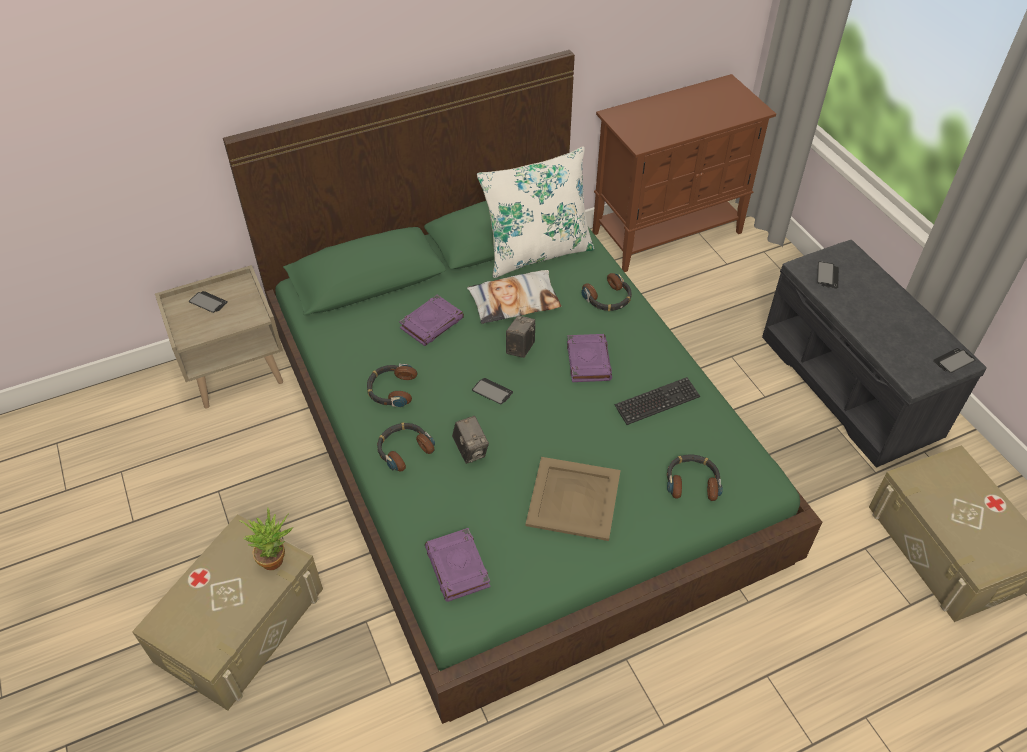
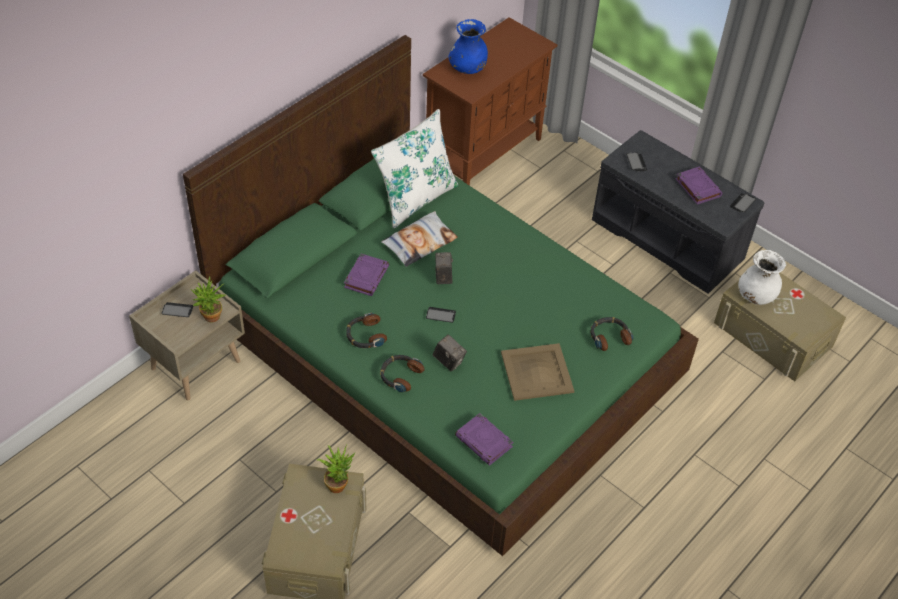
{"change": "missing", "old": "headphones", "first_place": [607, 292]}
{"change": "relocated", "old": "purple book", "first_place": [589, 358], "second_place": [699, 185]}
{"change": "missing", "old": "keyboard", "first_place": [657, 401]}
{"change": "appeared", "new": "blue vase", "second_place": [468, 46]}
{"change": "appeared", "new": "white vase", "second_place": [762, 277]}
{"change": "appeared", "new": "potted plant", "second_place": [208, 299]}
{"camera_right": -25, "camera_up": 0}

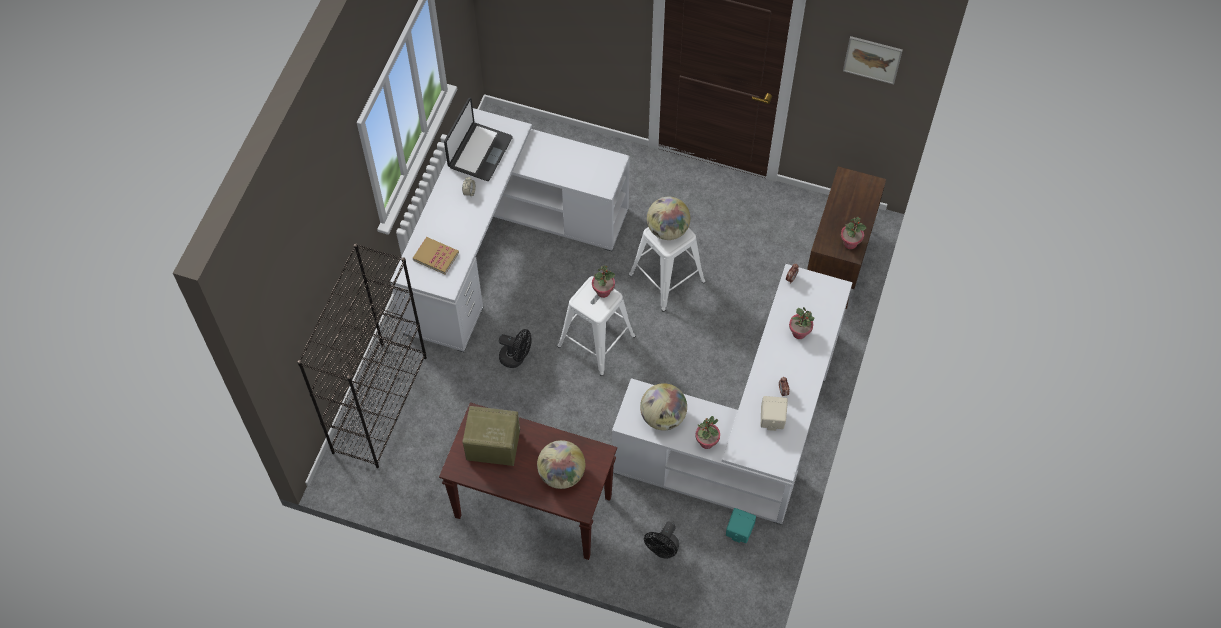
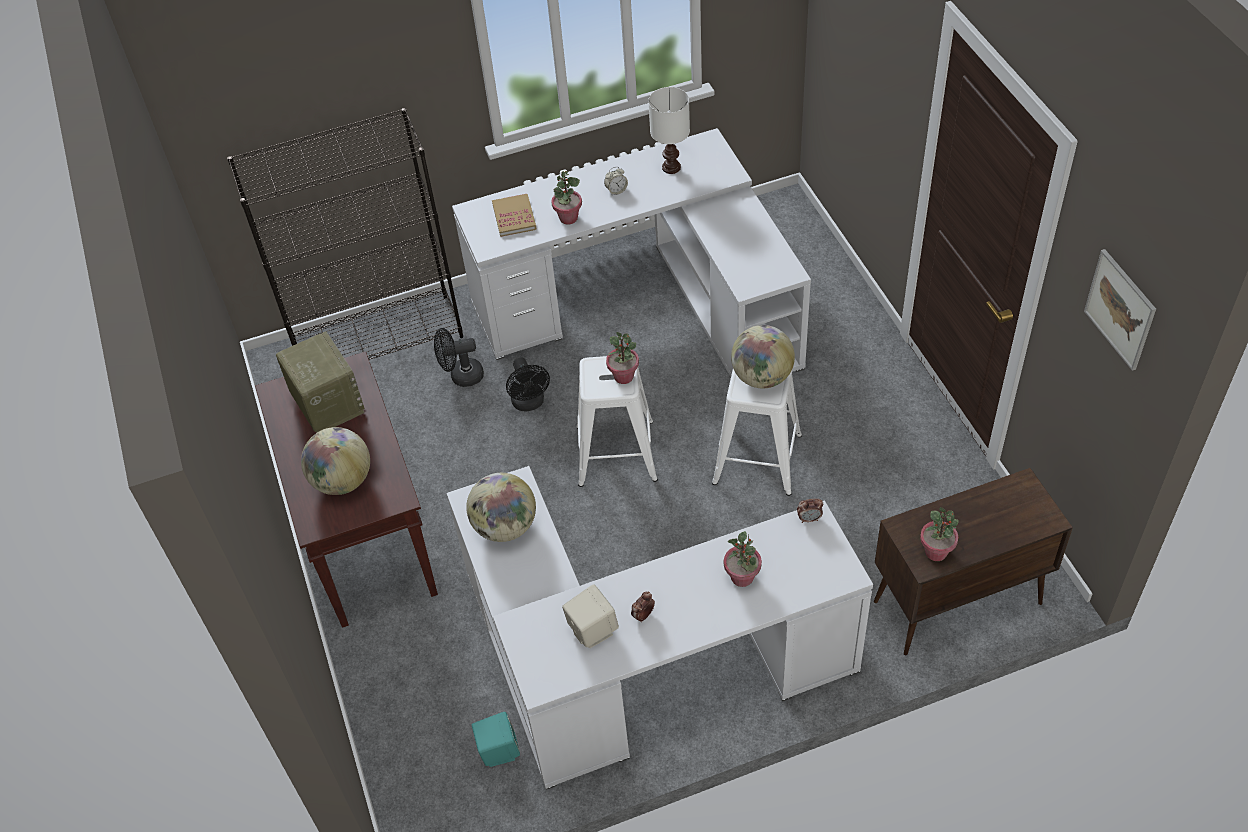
{"change": "exchanged", "old": "laptop", "new": "white table lamp", "first_place": [478, 139], "second_place": [669, 130]}
{"change": "relocated", "old": "potted plant", "first_place": [707, 432], "second_place": [566, 198]}
{"change": "relocated", "old": "black fan", "first_place": [661, 540], "second_place": [459, 357]}
{"camera_right": 55, "camera_up": -10}

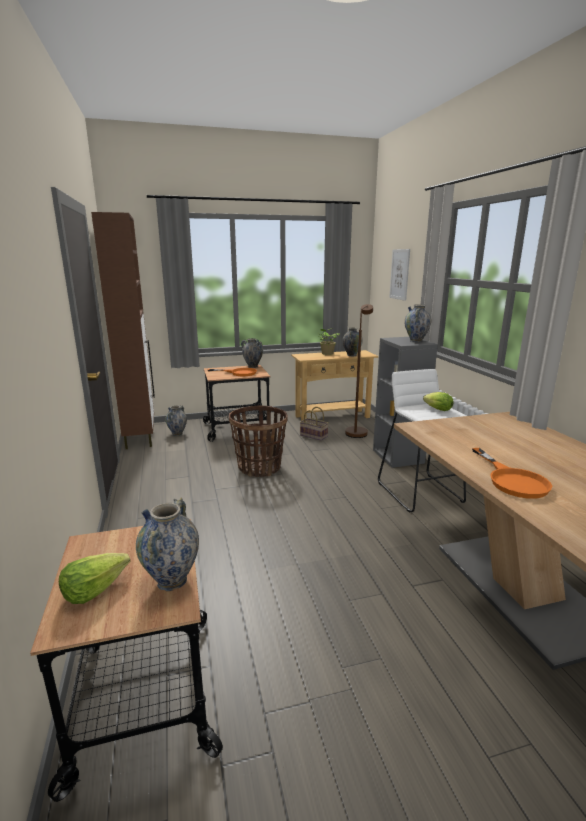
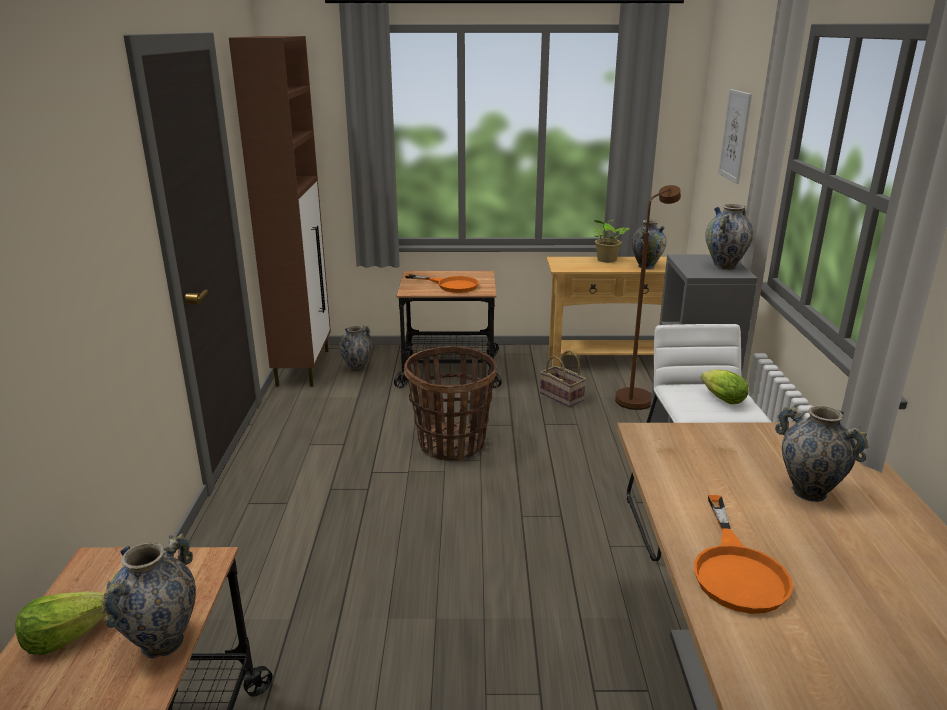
{"change": "relocated", "old": "vase", "first_place": [252, 353], "second_place": [822, 453]}
{"camera_right": 15, "camera_up": 5}

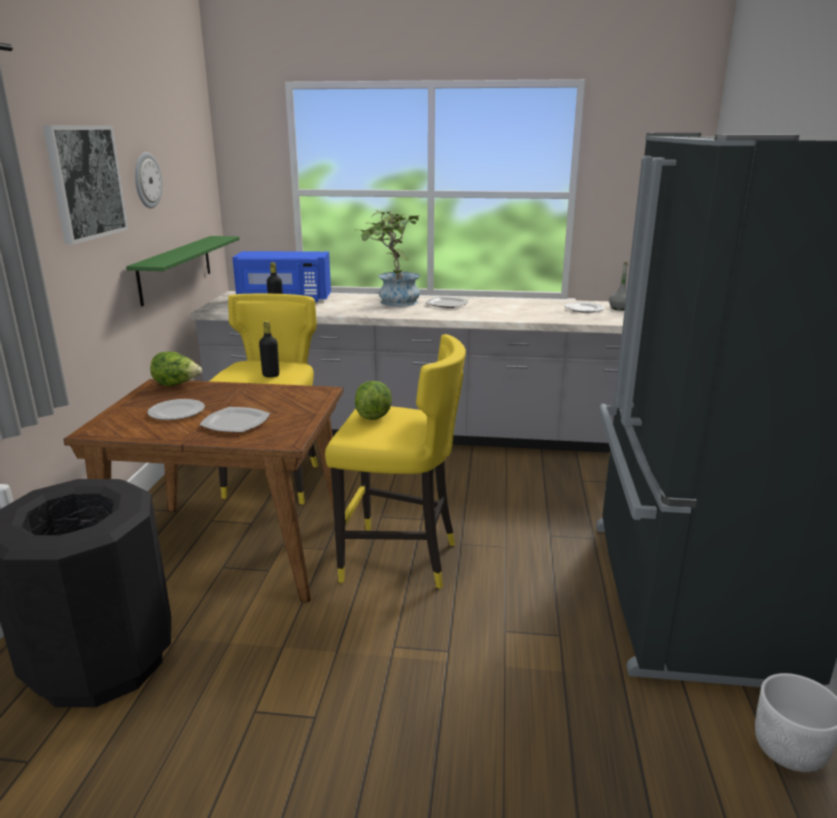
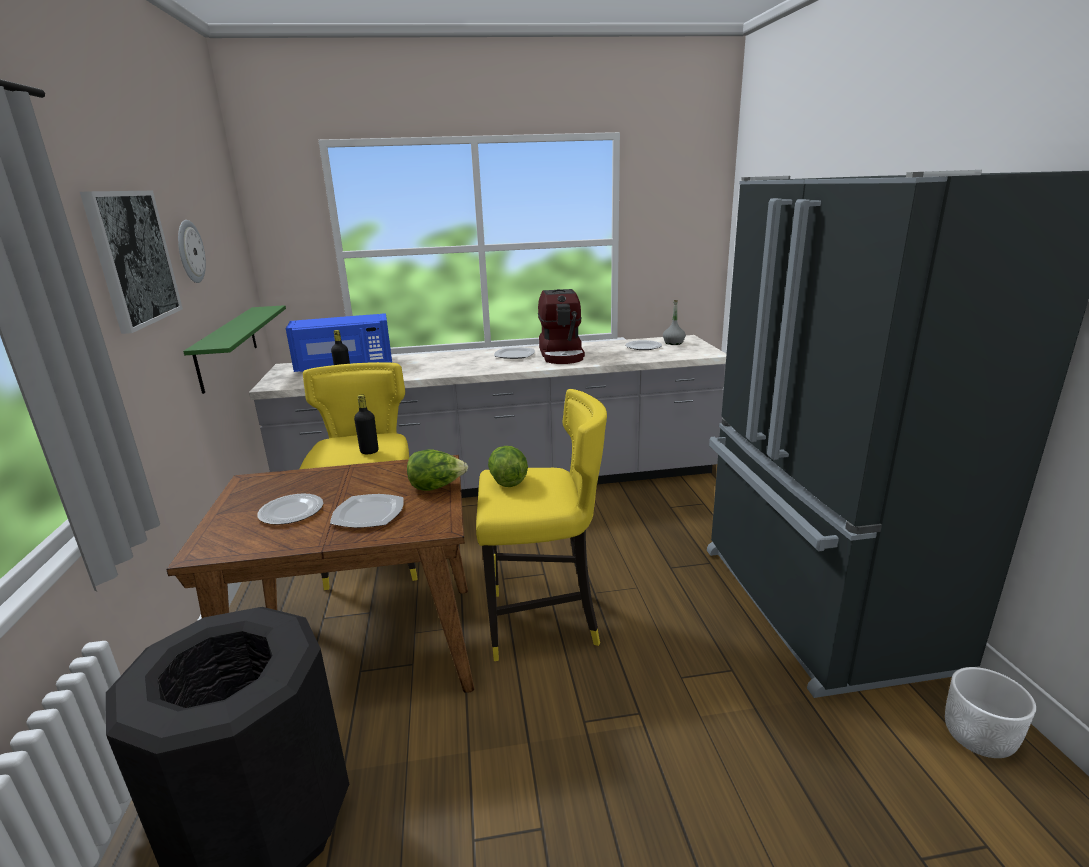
{"change": "missing", "old": "potted plant", "first_place": [387, 258]}
{"change": "relocated", "old": "lettuce", "first_place": [176, 368], "second_place": [437, 470]}
{"change": "appeared", "new": "coffee machine", "second_place": [561, 326]}
{"camera_right": -15, "camera_up": 0}

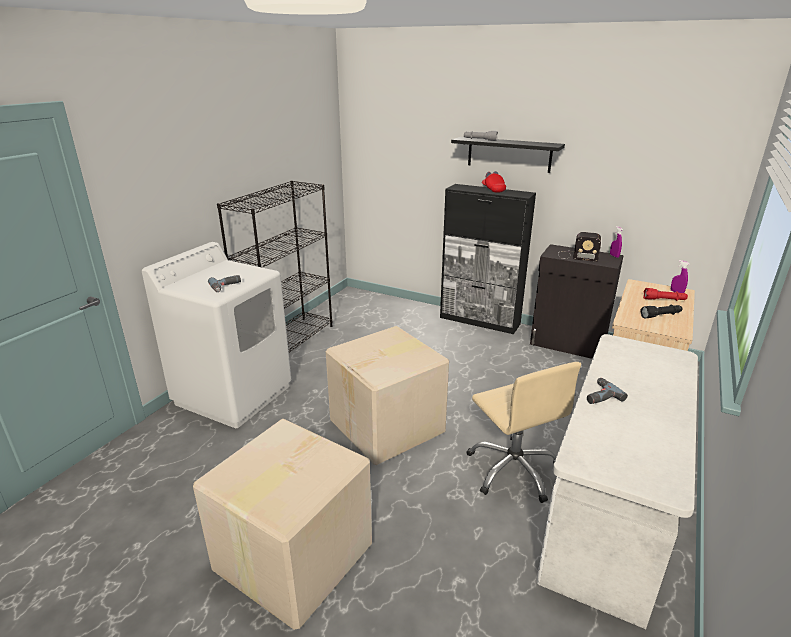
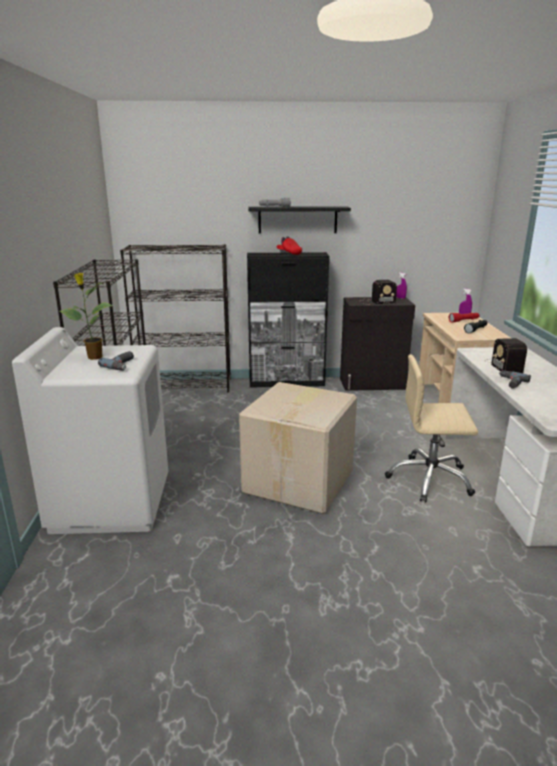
{"change": "spun", "old": "beige office chair", "first_place": [524, 432], "second_place": [431, 428], "degrees": 150}
{"change": "missing", "old": "cardboard box", "first_place": [282, 524]}
{"change": "appeared", "new": "black bookcase", "second_place": [175, 318]}
{"change": "appeared", "new": "potted plant", "second_place": [86, 316]}
{"change": "appeared", "new": "radio", "second_place": [506, 355]}
{"camera_right": -30, "camera_up": -5}

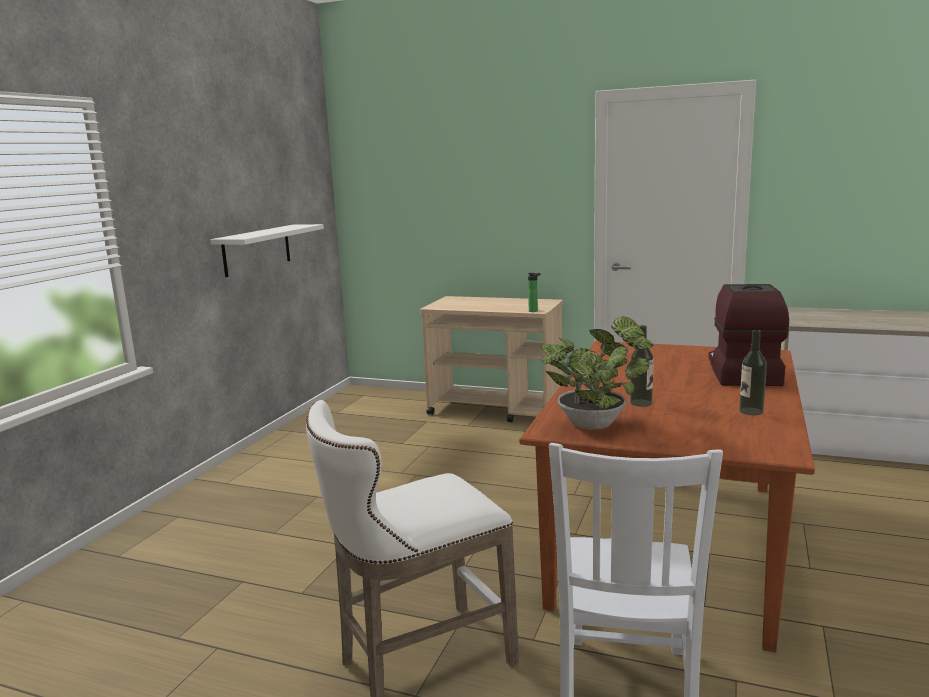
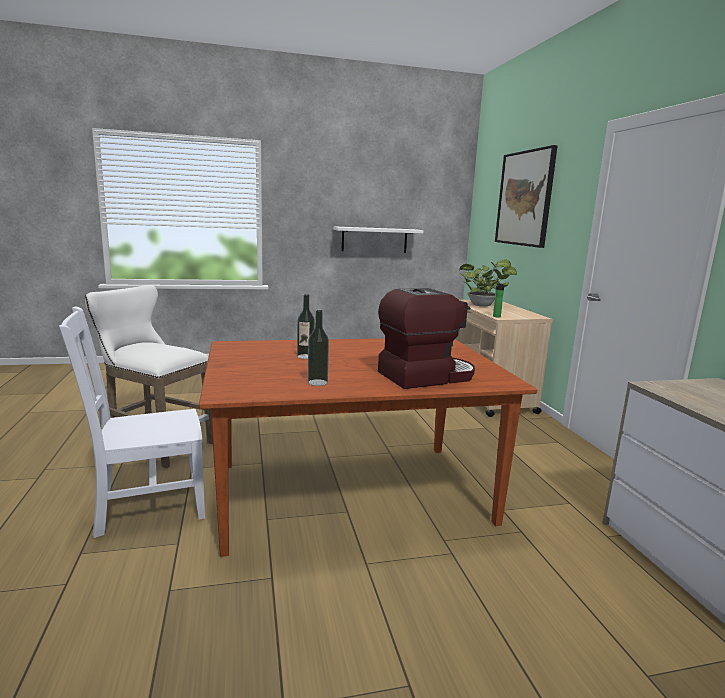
{"change": "relocated", "old": "potted plant", "first_place": [597, 373], "second_place": [488, 283]}
{"change": "appeared", "new": "picture", "second_place": [526, 196]}
{"camera_right": 55, "camera_up": 0}

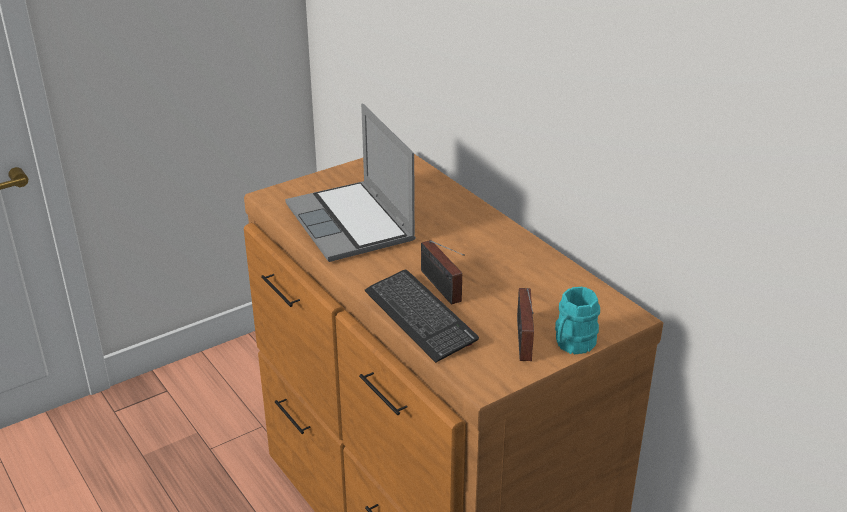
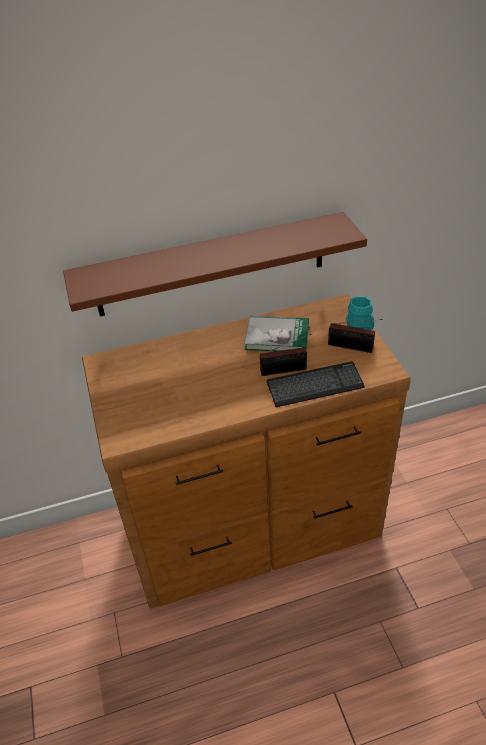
{"change": "missing", "old": "laptop", "first_place": [350, 183]}
{"change": "appeared", "new": "brown shelf", "second_place": [215, 264]}
{"change": "appeared", "new": "book", "second_place": [276, 333]}
{"camera_right": -70, "camera_up": 10}

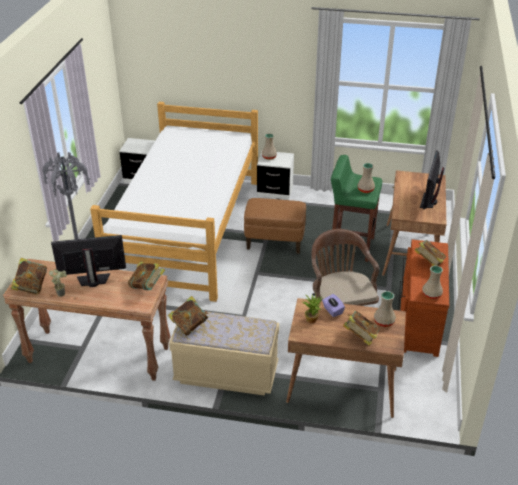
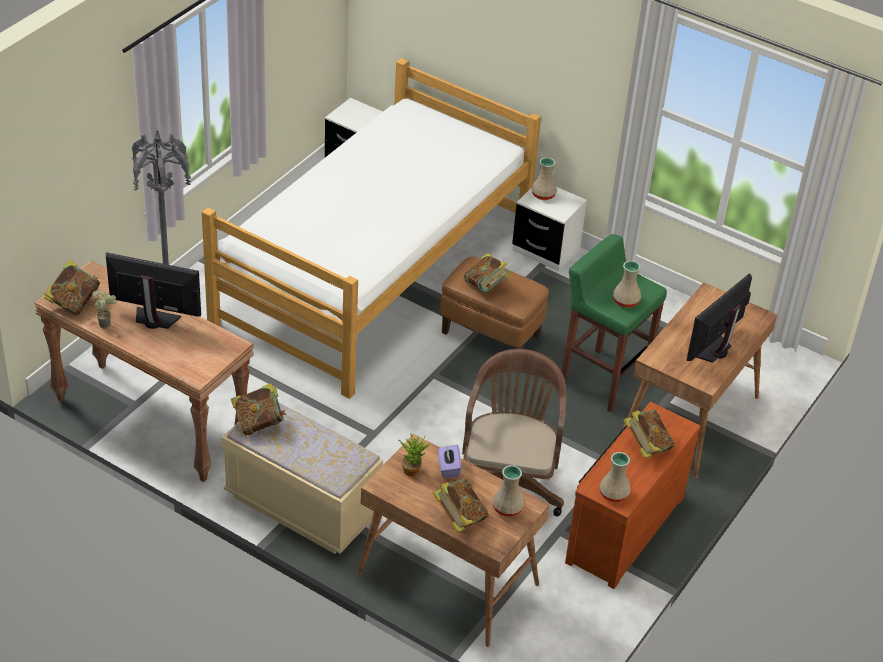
{"change": "relocated", "old": "book", "first_place": [146, 276], "second_place": [488, 272]}
{"camera_right": 20, "camera_up": 5}

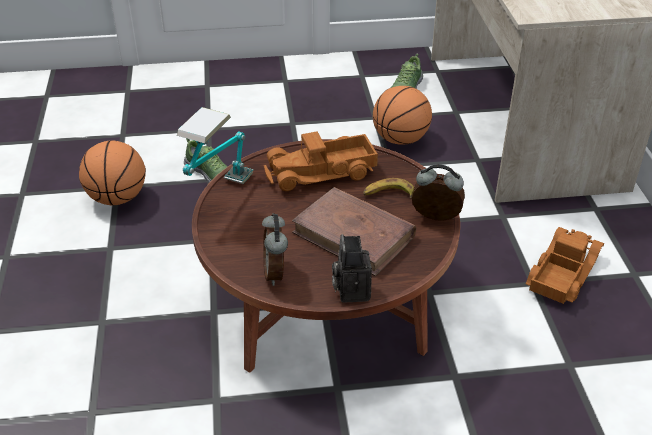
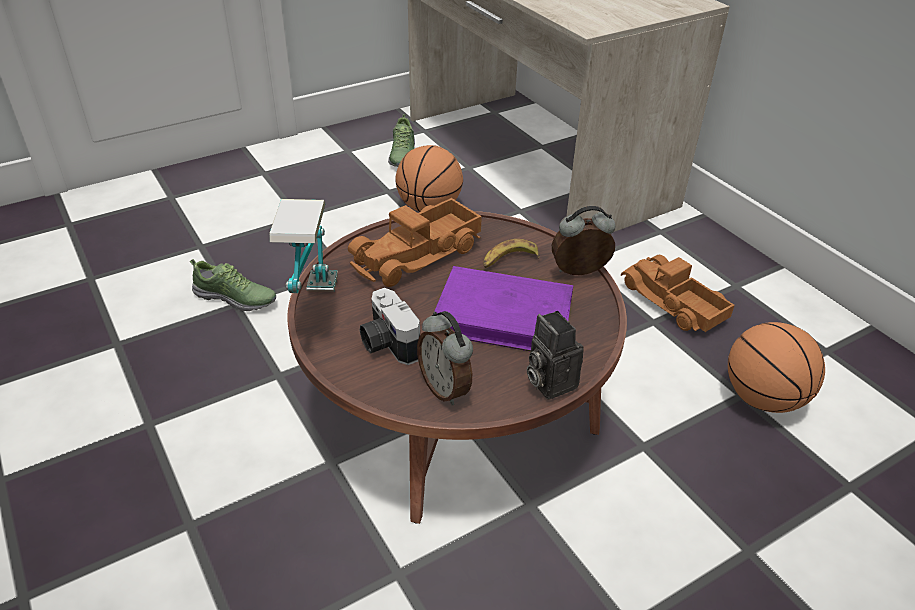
{"change": "relocated", "old": "basketball", "first_place": [112, 172], "second_place": [776, 367]}
{"change": "colour", "old": "brown book", "new": "purple book", "first_place": [354, 231], "second_place": [503, 309]}
{"change": "spun", "old": "toy truck", "first_place": [564, 265], "second_place": [678, 293], "degrees": -45}
{"change": "appeared", "new": "photo camera", "second_place": [389, 326]}
{"camera_right": -25, "camera_up": 0}

